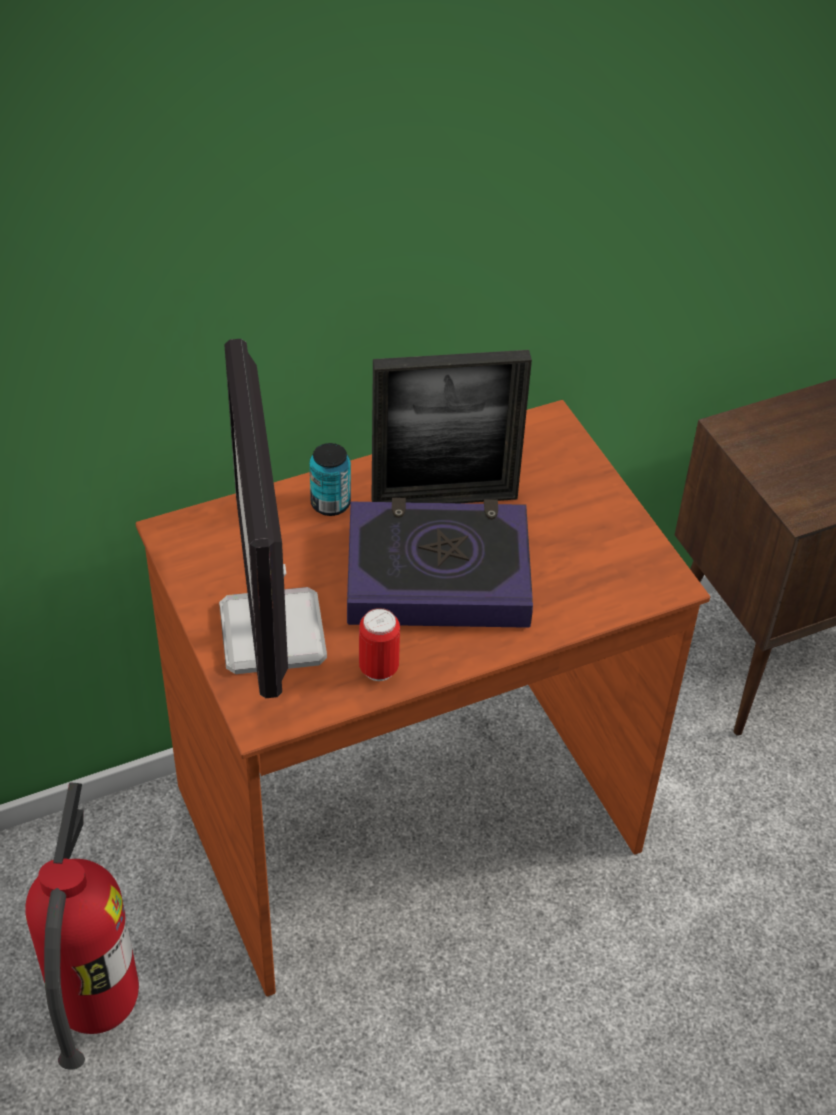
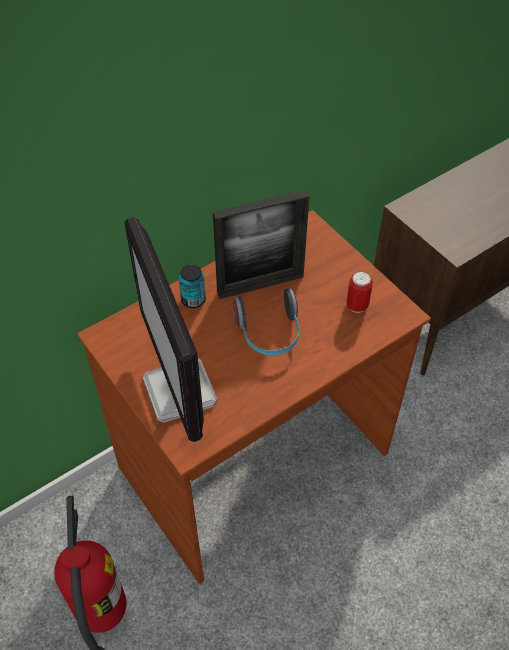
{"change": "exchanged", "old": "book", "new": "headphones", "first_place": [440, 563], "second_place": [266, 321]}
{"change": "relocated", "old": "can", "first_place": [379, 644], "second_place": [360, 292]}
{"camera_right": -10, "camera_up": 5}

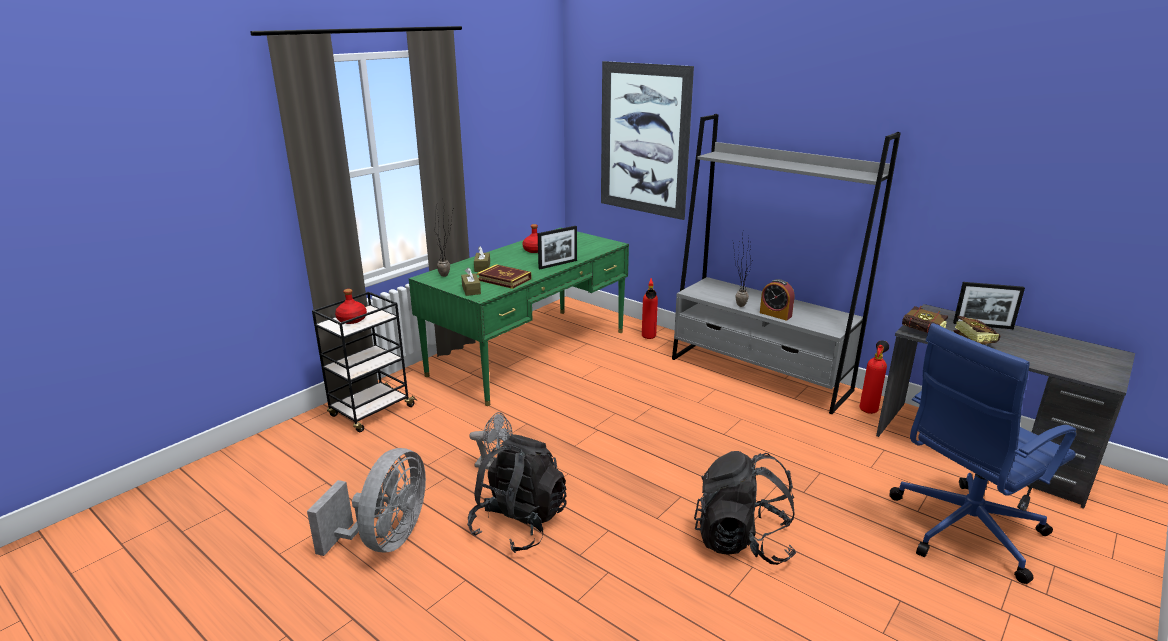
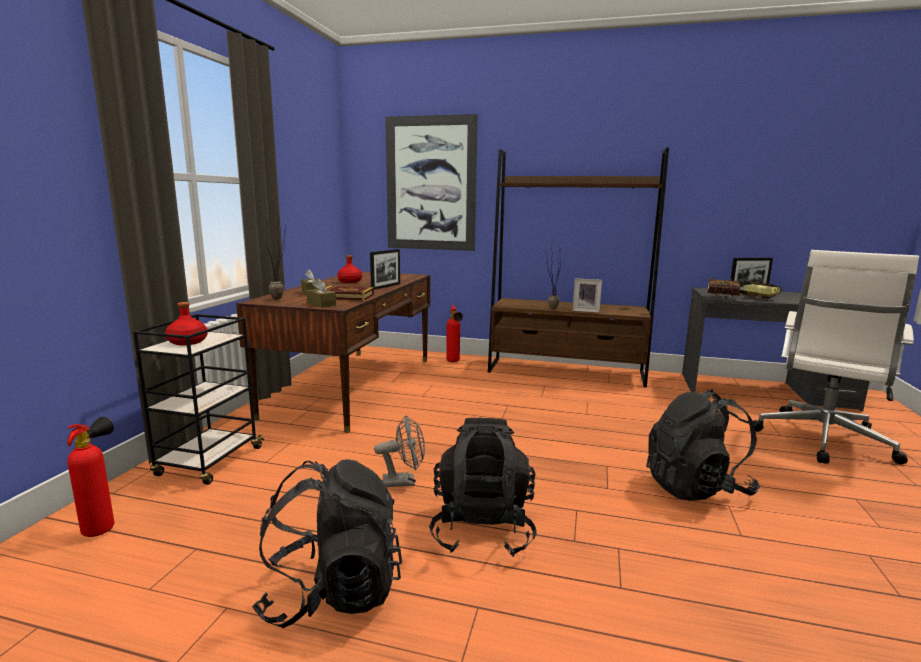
{"change": "colour", "old": "grey bookcase", "new": "brown bookcase", "first_place": [786, 264], "second_place": [578, 268]}
{"change": "colour", "old": "green desk", "new": "brown desk", "first_place": [519, 317], "second_place": [333, 352]}
{"change": "exchanged", "old": "alarm clock", "new": "picture frame", "first_place": [777, 299], "second_place": [587, 295]}
{"change": "colour", "old": "blue office chair", "new": "white office chair", "first_place": [982, 453], "second_place": [836, 357]}
{"change": "relocated", "old": "fire extinguisher", "first_place": [874, 377], "second_place": [90, 477]}
{"change": "exchanged", "old": "grey fan", "new": "black backpack", "first_place": [366, 502], "second_place": [327, 543]}
{"camera_right": -25, "camera_up": -10}

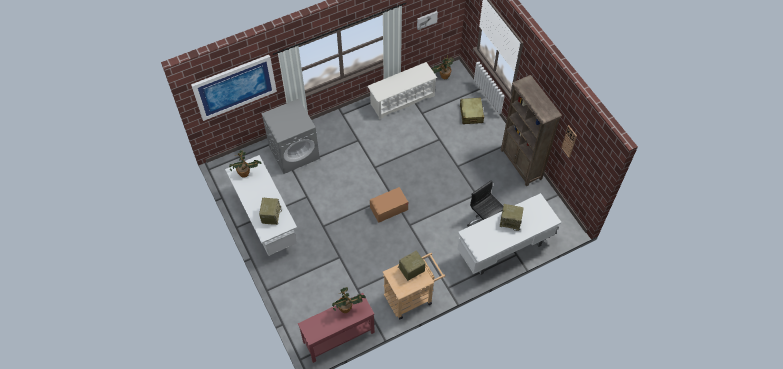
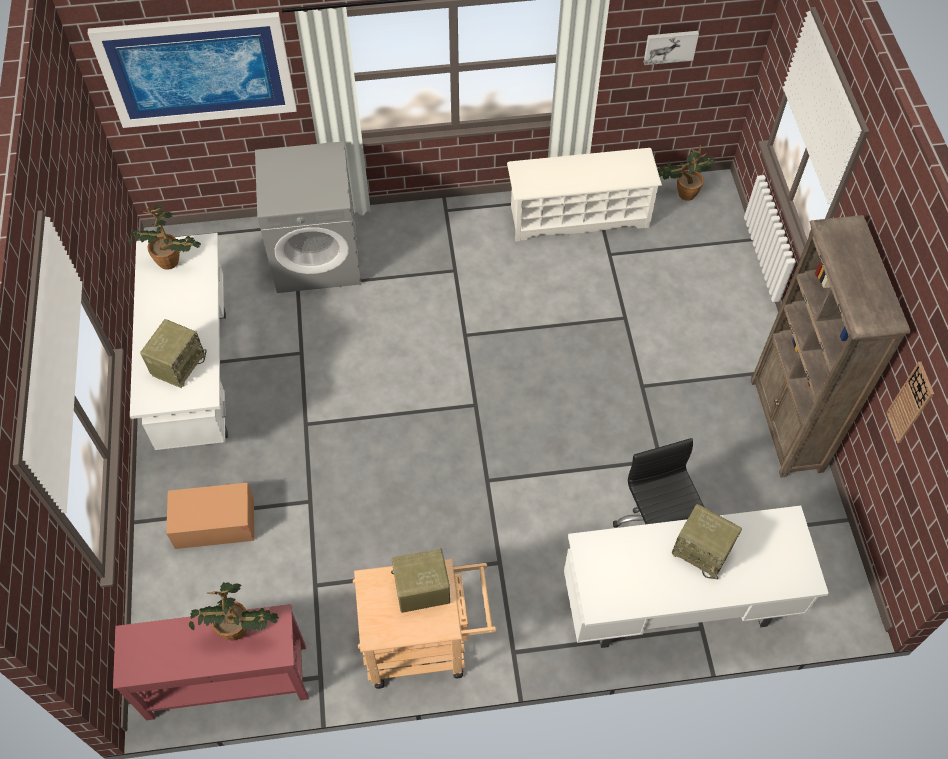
{"change": "missing", "old": "beige suitcase", "first_place": [472, 111]}
{"change": "relocated", "old": "cardboard box", "first_place": [389, 205], "second_place": [210, 516]}
{"camera_right": 20, "camera_up": 0}

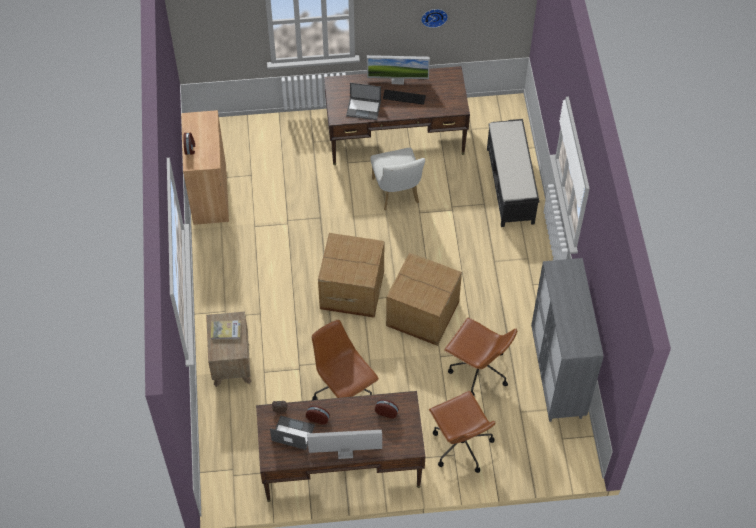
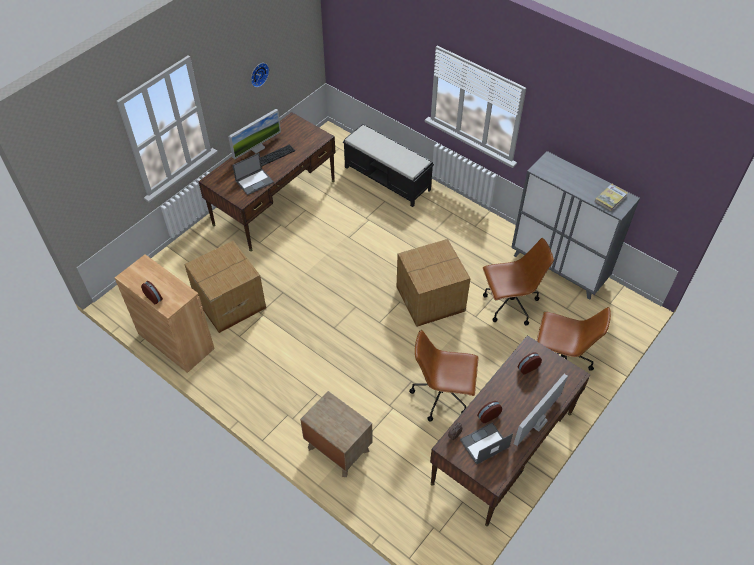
{"change": "missing", "old": "white chair", "first_place": [397, 179]}
{"change": "relocated", "old": "cardboard box", "first_place": [351, 275], "second_place": [225, 287]}
{"change": "relocated", "old": "book", "first_place": [226, 330], "second_place": [611, 197]}
{"camera_right": -45, "camera_up": -5}

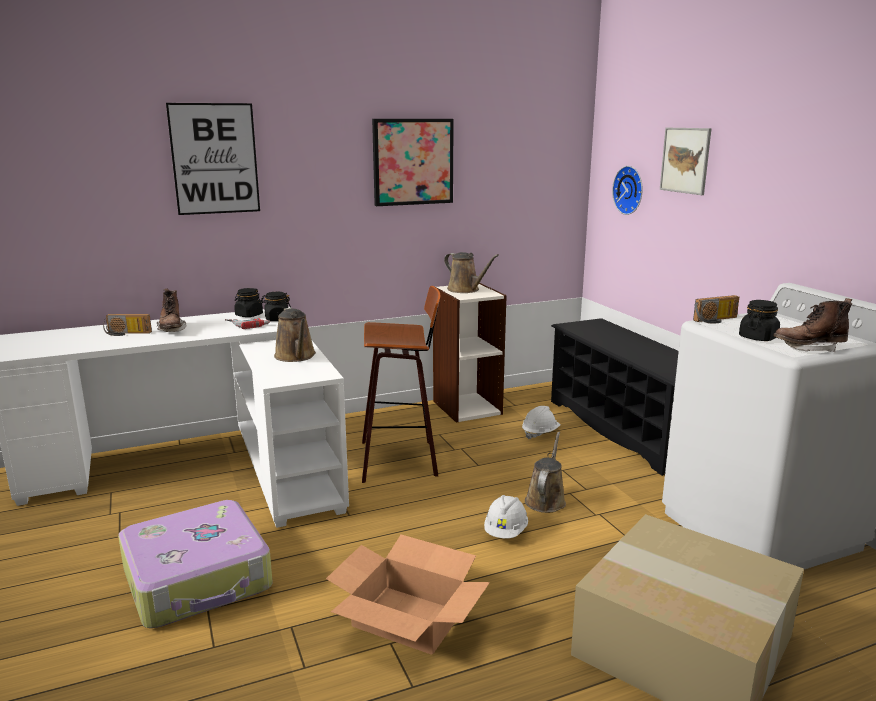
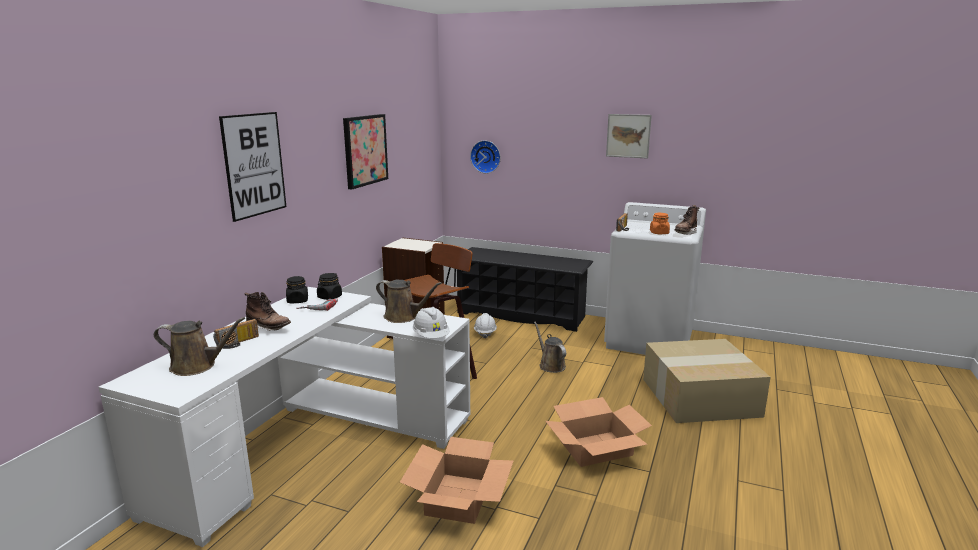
{"change": "relocated", "old": "picture", "first_place": [686, 161], "second_place": [629, 136]}
{"change": "relocated", "old": "brown watering can", "first_place": [471, 272], "second_place": [199, 346]}
{"change": "colour", "old": "black jar", "new": "orange jar", "first_place": [759, 320], "second_place": [660, 224]}
{"change": "relocated", "old": "white hard hat", "first_place": [506, 516], "second_place": [431, 322]}
{"change": "exchanged", "old": "suitcase", "new": "cardboard box", "first_place": [195, 564], "second_place": [456, 480]}
{"camera_right": -45, "camera_up": 0}

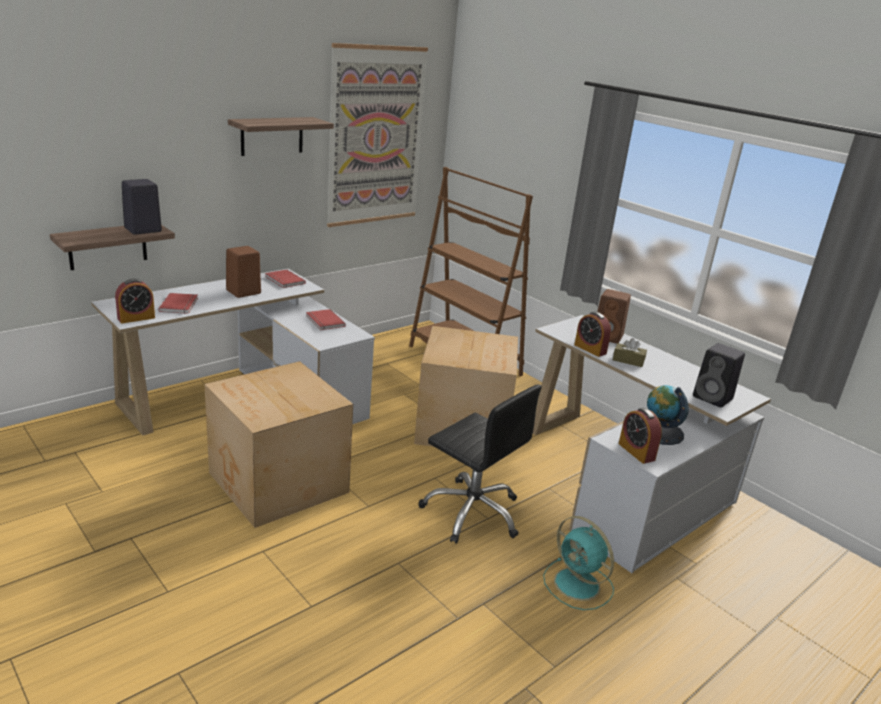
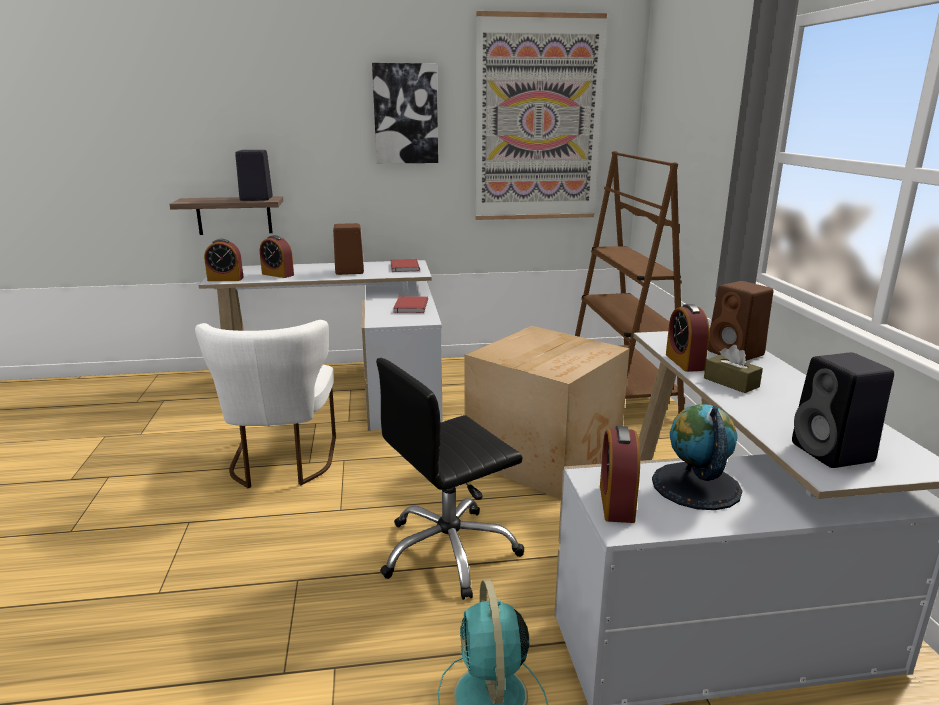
{"change": "exchanged", "old": "shelf", "new": "picture", "first_place": [281, 136], "second_place": [405, 113]}
{"change": "exchanged", "old": "red book", "new": "alarm clock", "first_place": [178, 303], "second_place": [277, 256]}
{"change": "exchanged", "old": "cardboard box", "new": "white chair", "first_place": [278, 444], "second_place": [265, 404]}
{"change": "spun", "old": "black office chair", "first_place": [480, 464], "second_place": [450, 479], "degrees": 75}
{"camera_right": 35, "camera_up": -5}

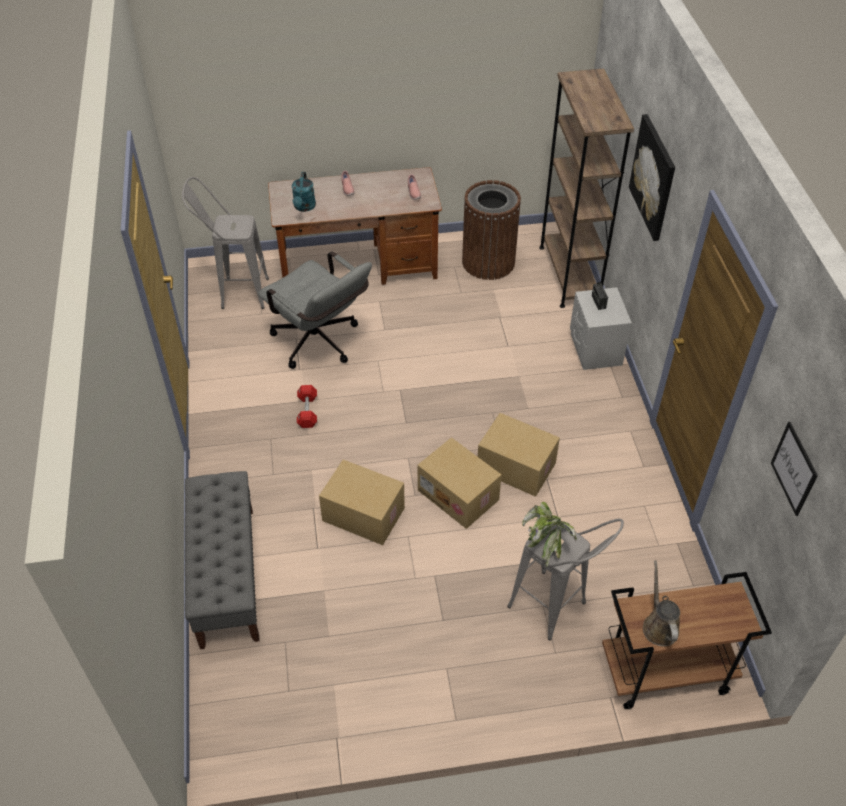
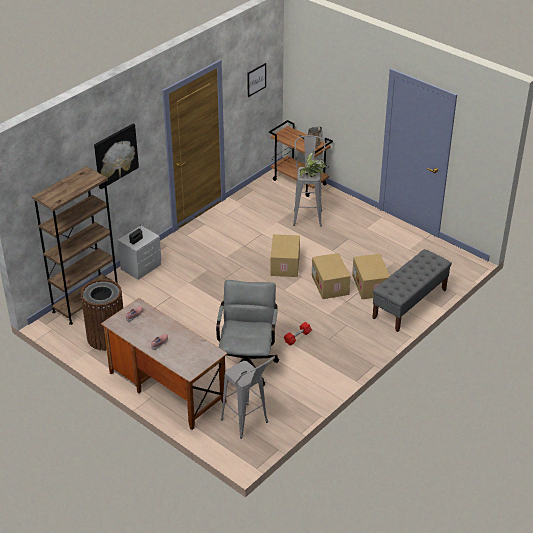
{"change": "missing", "old": "turquoise watering can", "first_place": [304, 192]}
{"change": "relocated", "old": "cardboard box", "first_place": [519, 455], "second_place": [371, 276]}
{"camera_right": -130, "camera_up": -10}

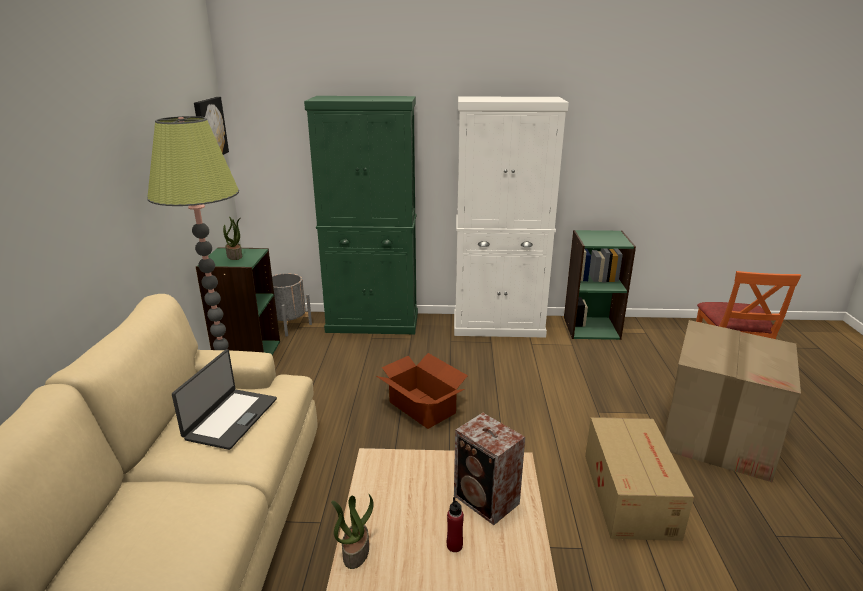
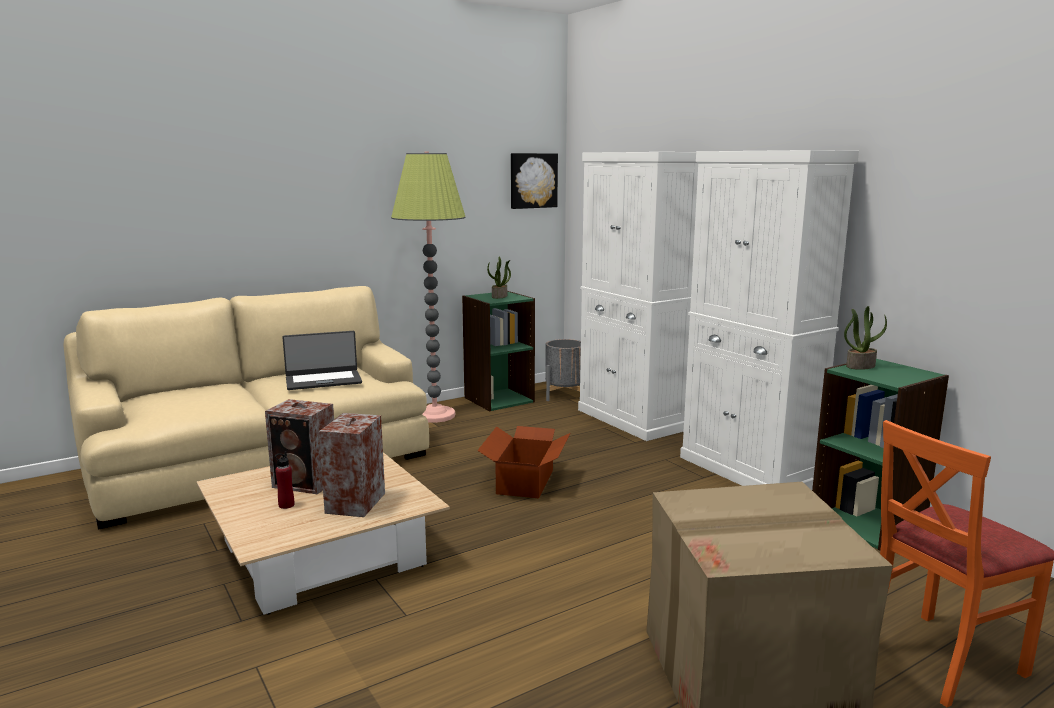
{"change": "colour", "old": "green cabinet", "new": "white cabinet", "first_place": [361, 215], "second_place": [638, 296]}
{"change": "missing", "old": "cardboard box", "first_place": [639, 479]}
{"change": "relocated", "old": "potted plant", "first_place": [352, 531], "second_place": [865, 338]}
{"change": "appeared", "new": "speaker", "second_place": [299, 446]}
{"camera_right": 55, "camera_up": -10}

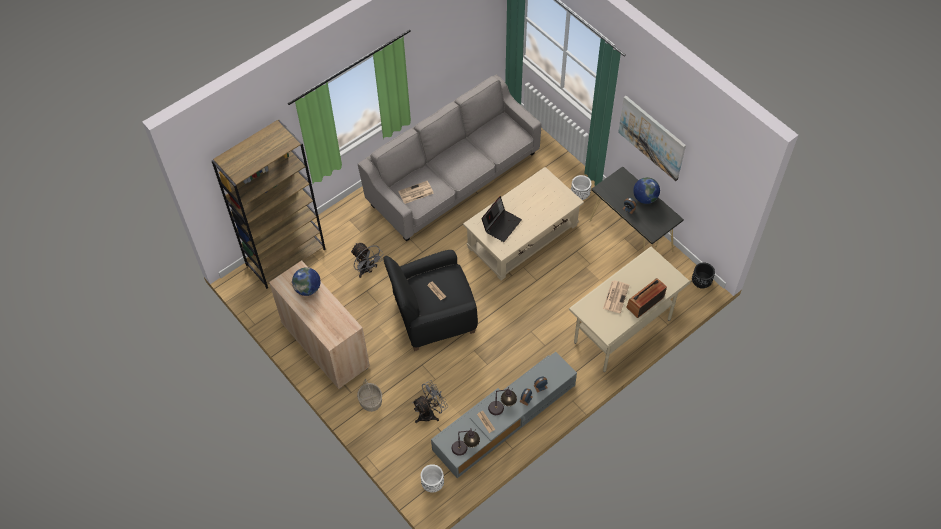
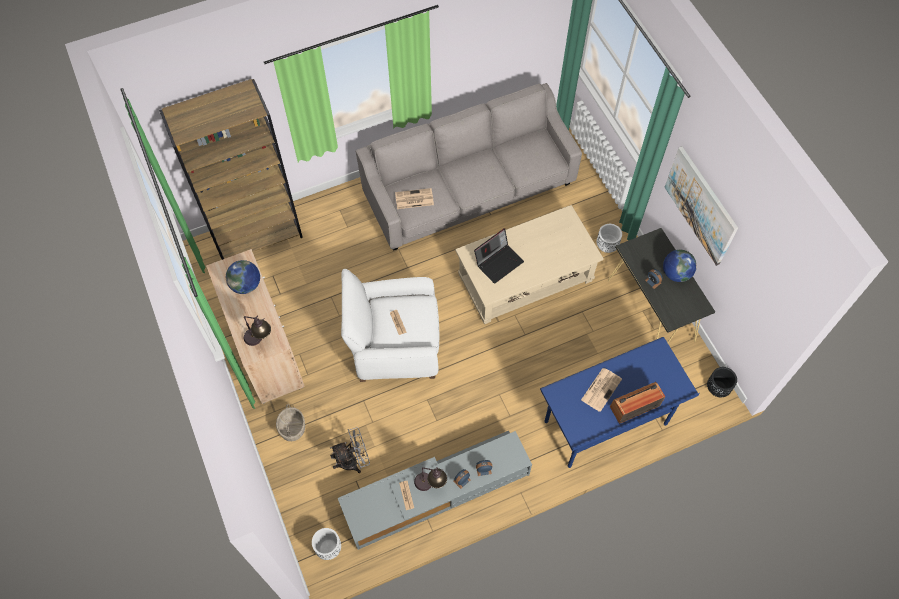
{"change": "missing", "old": "grey fan", "first_place": [367, 260]}
{"change": "colour", "old": "beige desk", "new": "blue desk", "first_place": [630, 309], "second_place": [620, 402]}
{"change": "colour", "old": "black armchair", "new": "white armchair", "first_place": [430, 300], "second_place": [390, 325]}
{"change": "relocated", "old": "table lamp", "first_place": [466, 442], "second_place": [257, 331]}
{"camera_right": 15, "camera_up": 5}

